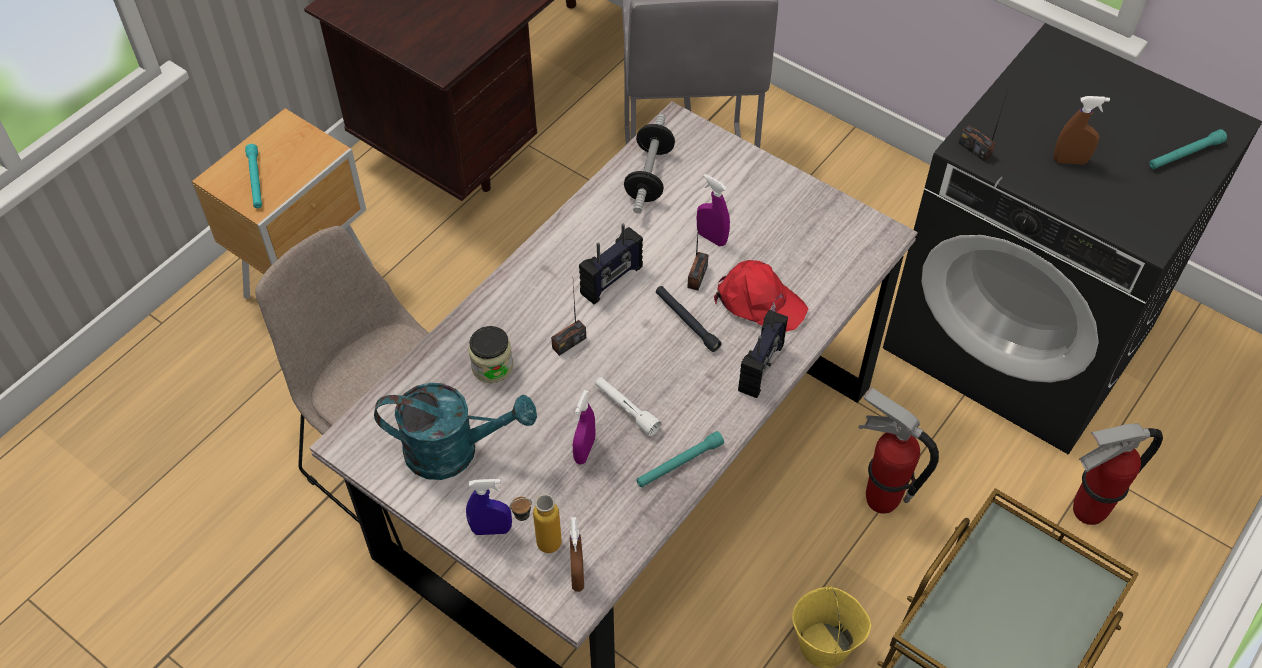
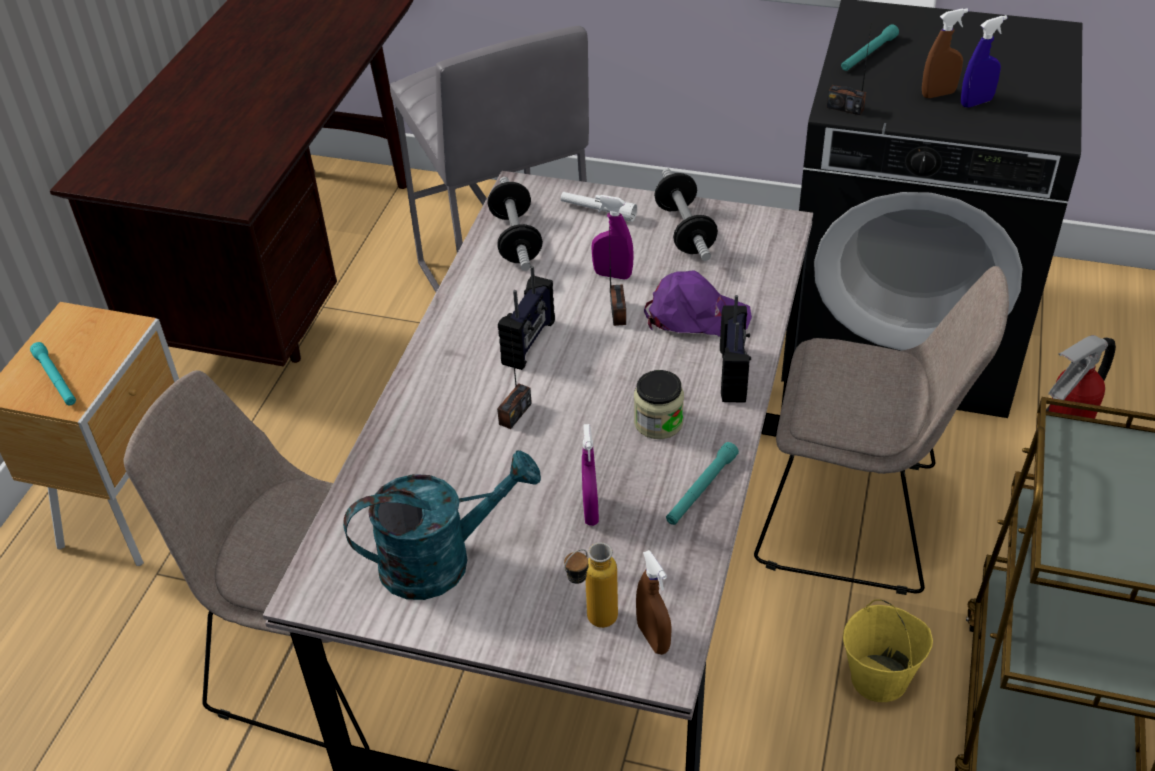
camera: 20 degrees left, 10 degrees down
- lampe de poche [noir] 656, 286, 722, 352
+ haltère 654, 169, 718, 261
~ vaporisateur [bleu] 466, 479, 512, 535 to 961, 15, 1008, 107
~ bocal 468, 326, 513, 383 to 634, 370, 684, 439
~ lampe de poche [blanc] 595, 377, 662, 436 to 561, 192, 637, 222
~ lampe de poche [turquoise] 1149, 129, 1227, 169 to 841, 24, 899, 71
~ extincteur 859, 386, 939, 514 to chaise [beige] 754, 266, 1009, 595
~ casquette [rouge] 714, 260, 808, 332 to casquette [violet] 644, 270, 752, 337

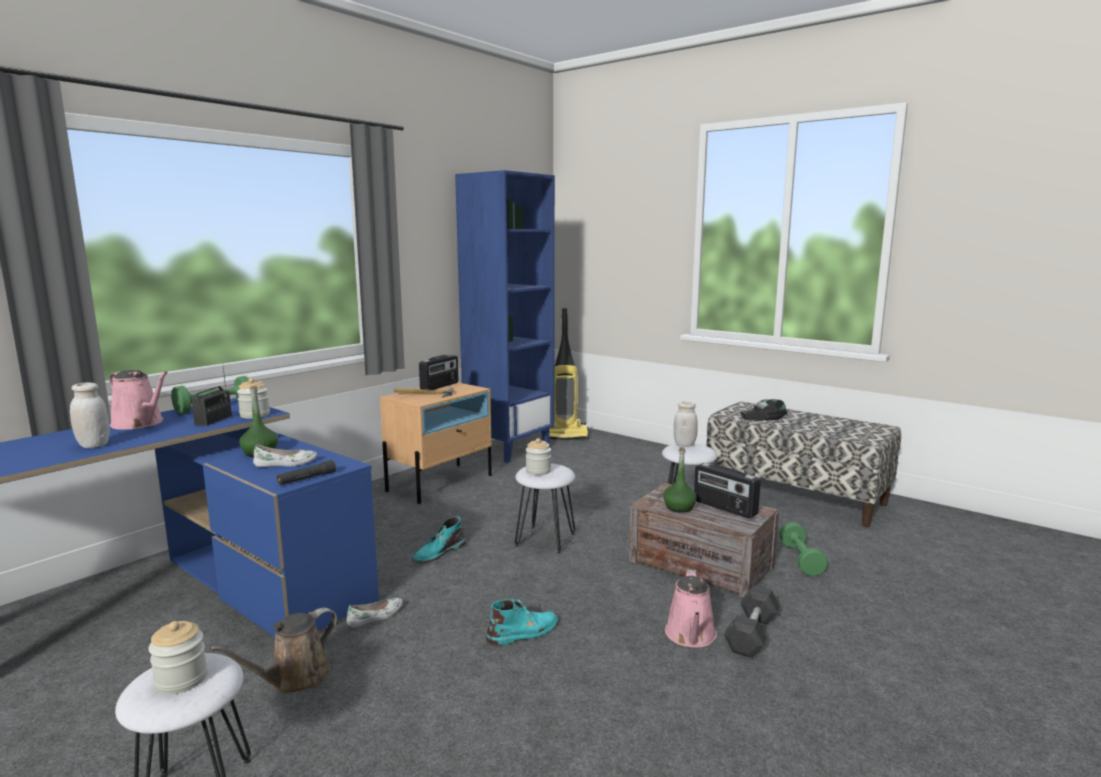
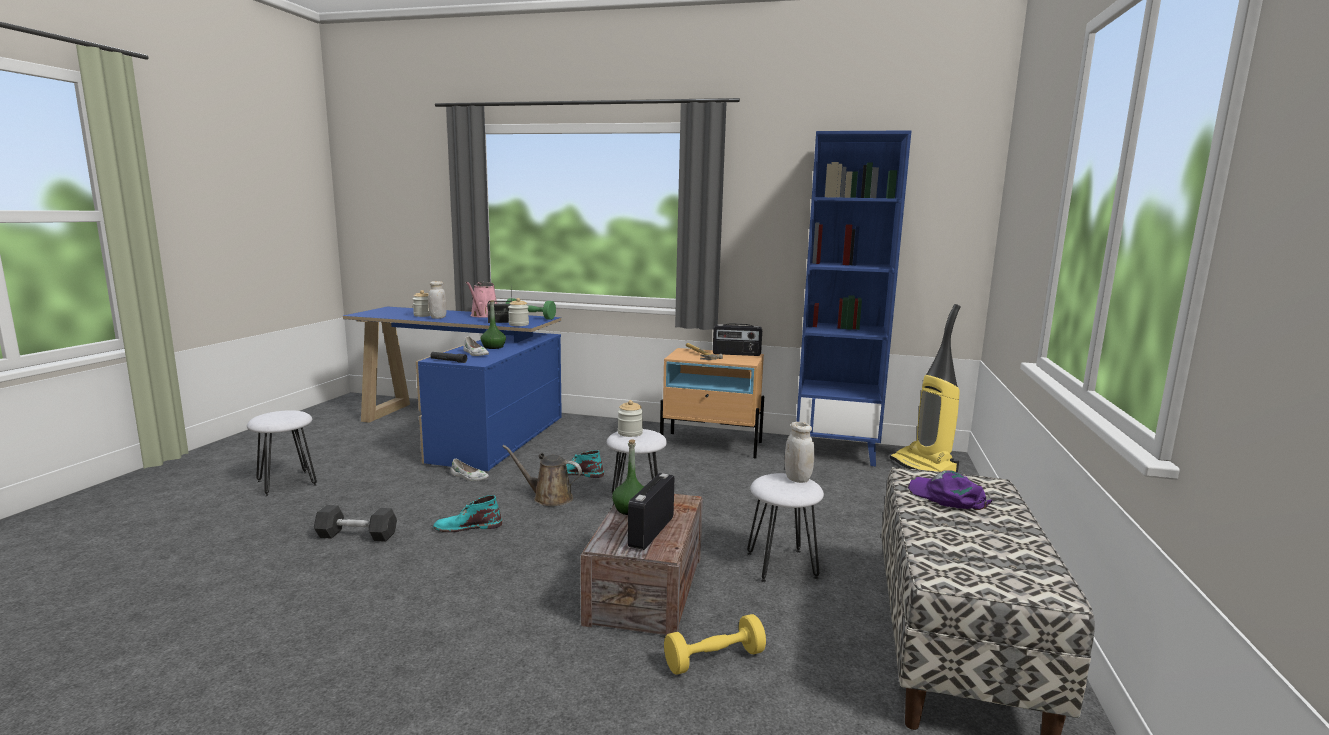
camera: 65 degrees right, 0 degrees up
- arrosoir [rose] 665, 570, 717, 648
~ bocal 148, 621, 208, 694 to 413, 290, 430, 317
~ arrosoir [marron] 209, 608, 337, 694 to 502, 445, 582, 506
~ haltère [gris] 724, 585, 780, 658 to 314, 505, 397, 542
~ casquette [noir] 741, 399, 788, 421 to casquette [violet] 908, 470, 993, 510
~ haltère [vert] 779, 522, 828, 576 to haltère [jaune] 664, 614, 766, 675
~ botte [turquoise] 486, 599, 559, 645 = 433, 495, 502, 532 135 degrees clockwise

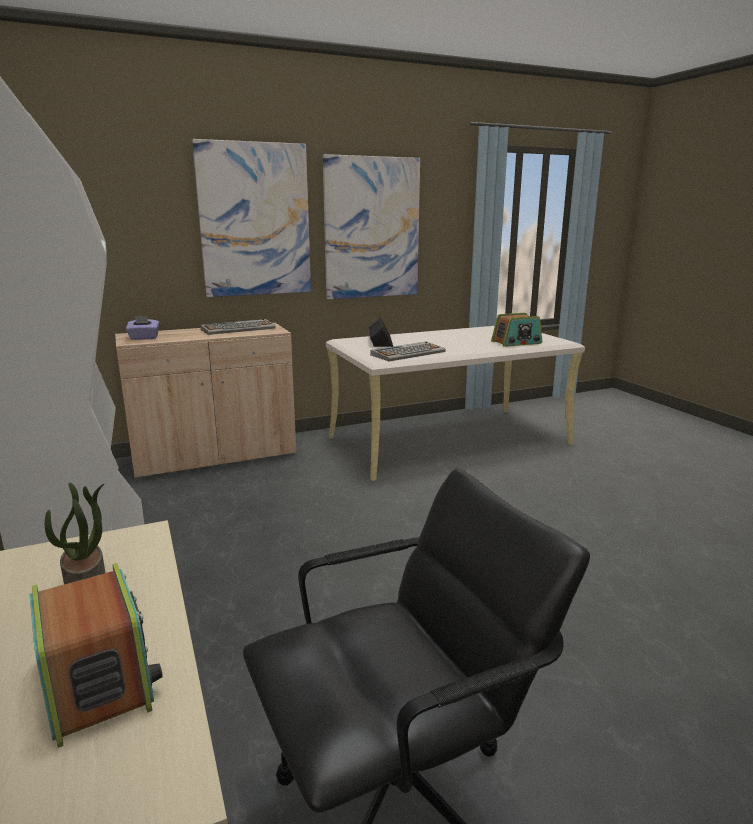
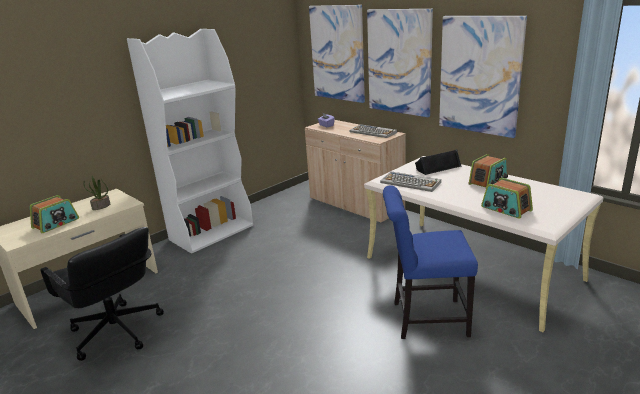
camera: 70 degrees right, 5 degrees up
+ tableau 309, 5, 365, 103
+ chaise [bleu] 383, 185, 478, 339
+ radio 469, 154, 508, 188

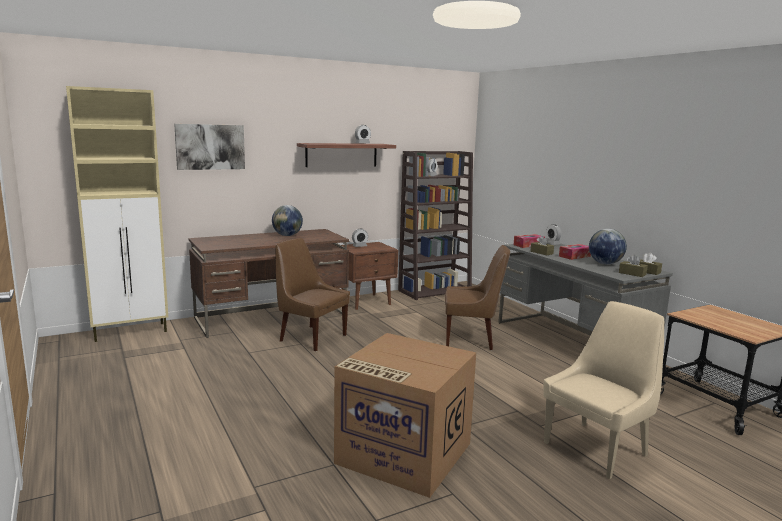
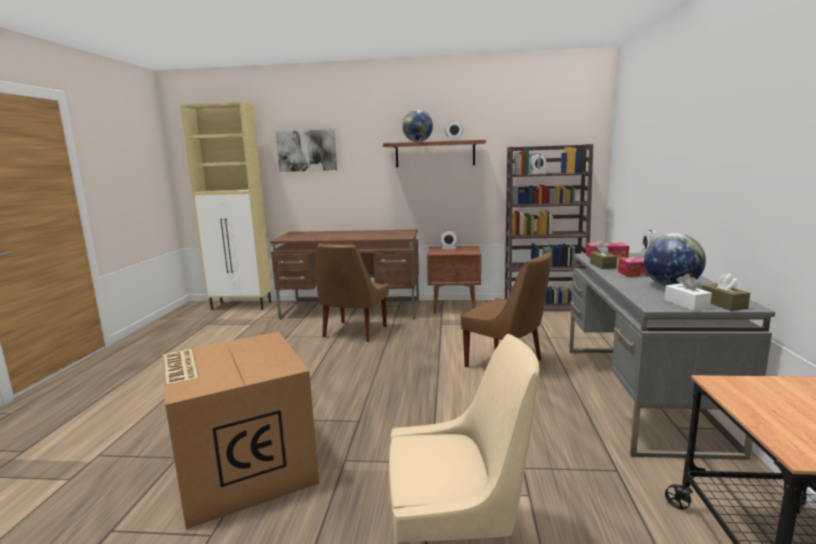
camera: 35 degrees right, 0 degrees up
~ globe 272, 205, 303, 236 to 402, 110, 433, 142
~ boîte à mouchoirs [marron] 619, 255, 648, 277 to boîte à mouchoirs [blanc] 664, 274, 712, 311
~ chaise [marron] 275, 238, 350, 351 = 317, 244, 389, 342 135 degrees counterclockwise

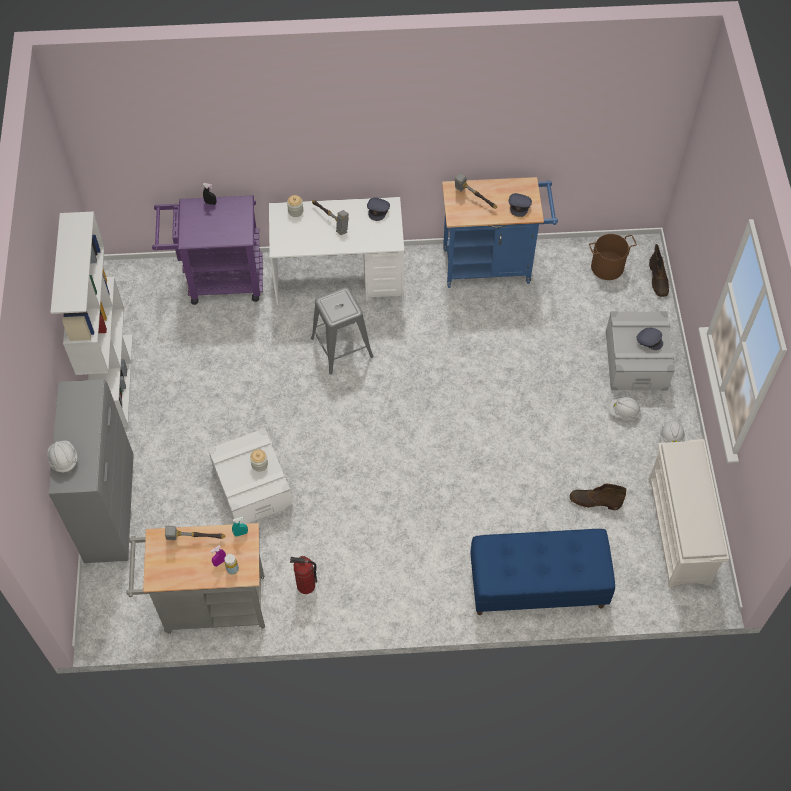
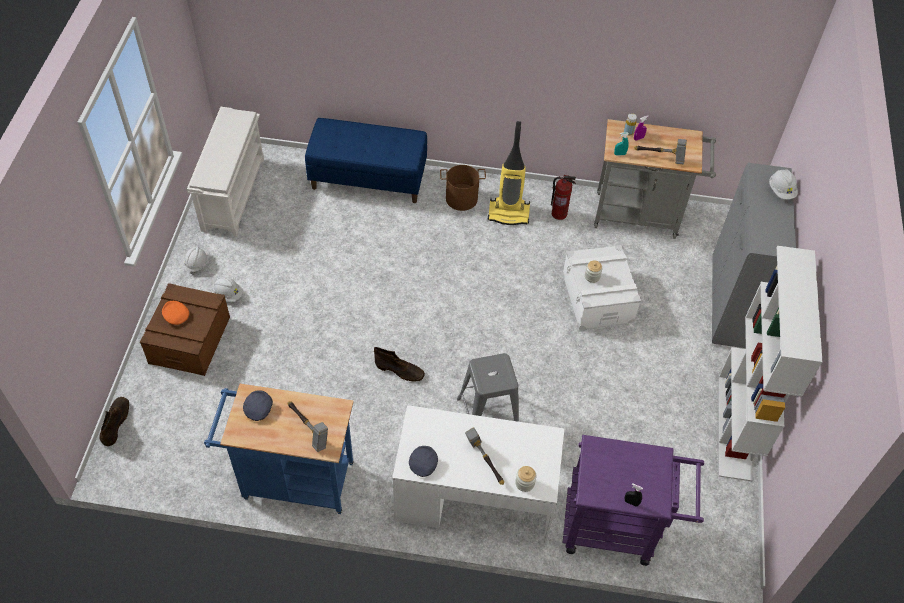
camera: 170 degrees left, 5 degrees down
+ aspirateur 488, 121, 530, 225
~ botte [marron] 570, 484, 626, 510 to 374, 347, 425, 382
~ seau [marron] 589, 234, 637, 280 to 440, 165, 486, 211
~ boîte de rangement [gris] 606, 311, 675, 391 to boîte de rangement [marron] 140, 283, 230, 376
~ casquette [gris] 637, 328, 663, 350 to casquette [orange] 162, 301, 189, 325

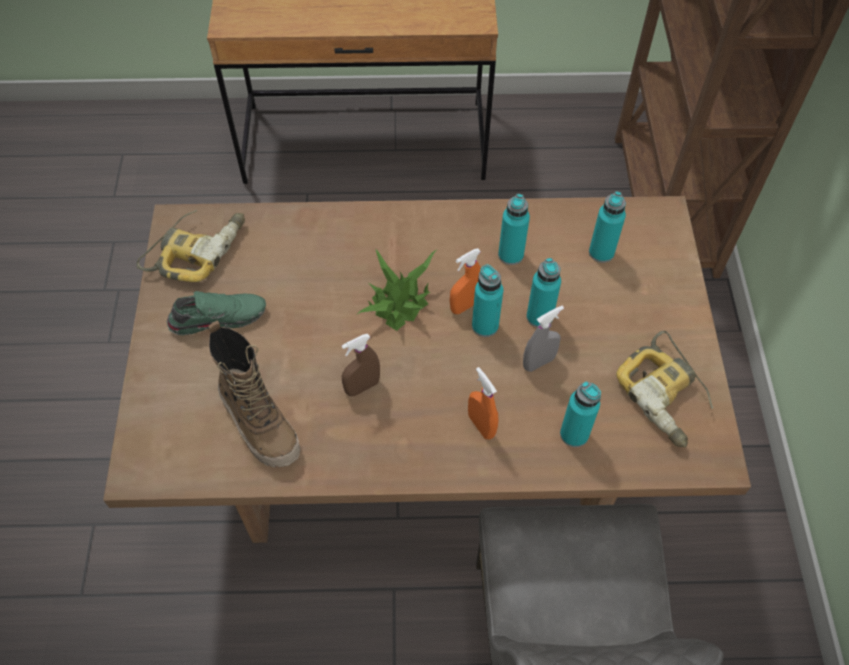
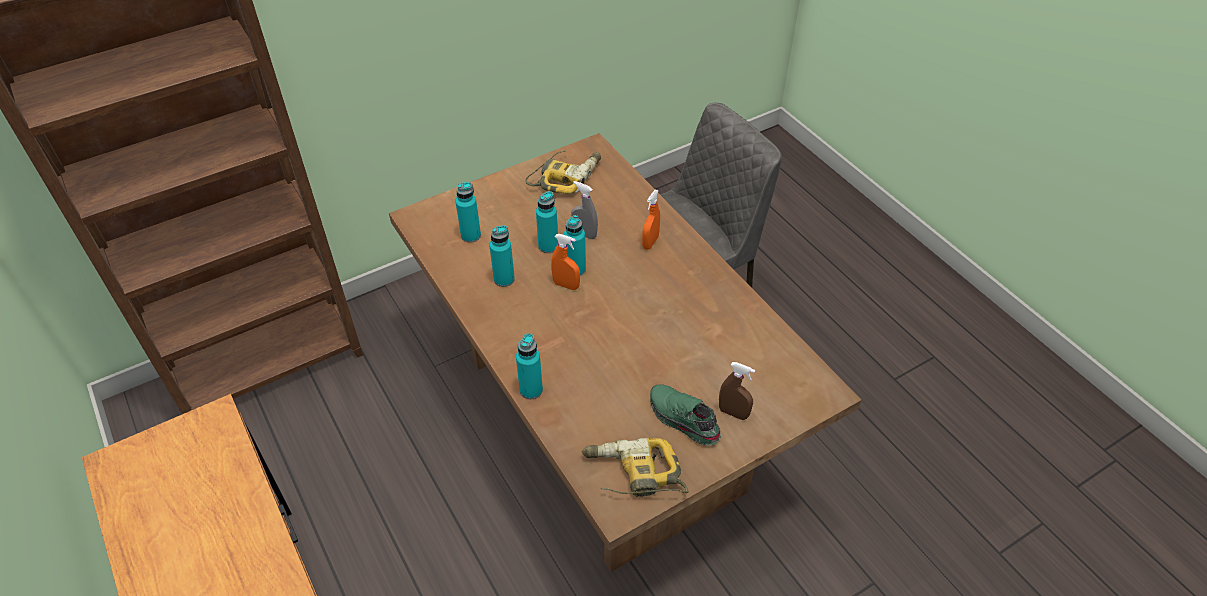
camera: 120 degrees left, 10 degrees down
- botte 208, 320, 300, 468
- plante en pot 358, 248, 436, 331
~ vaporisateur [marron] 342, 334, 380, 397 to 719, 362, 755, 420
~ bouteille [turquoise] 560, 381, 601, 447 to 516, 334, 543, 399

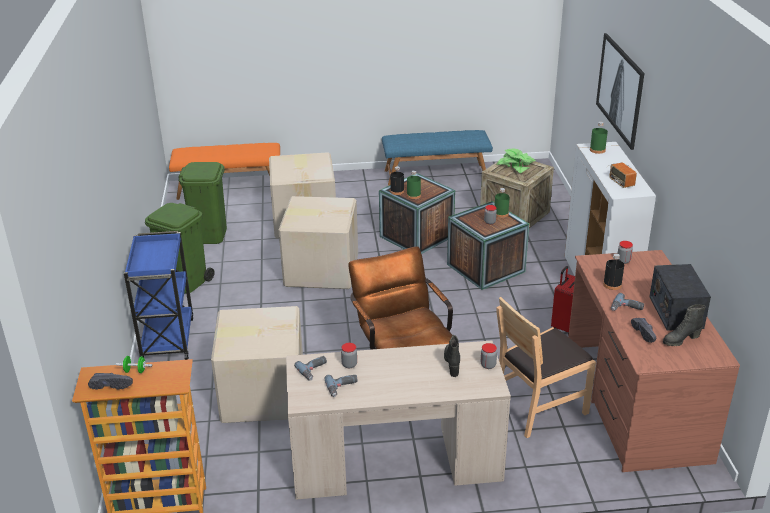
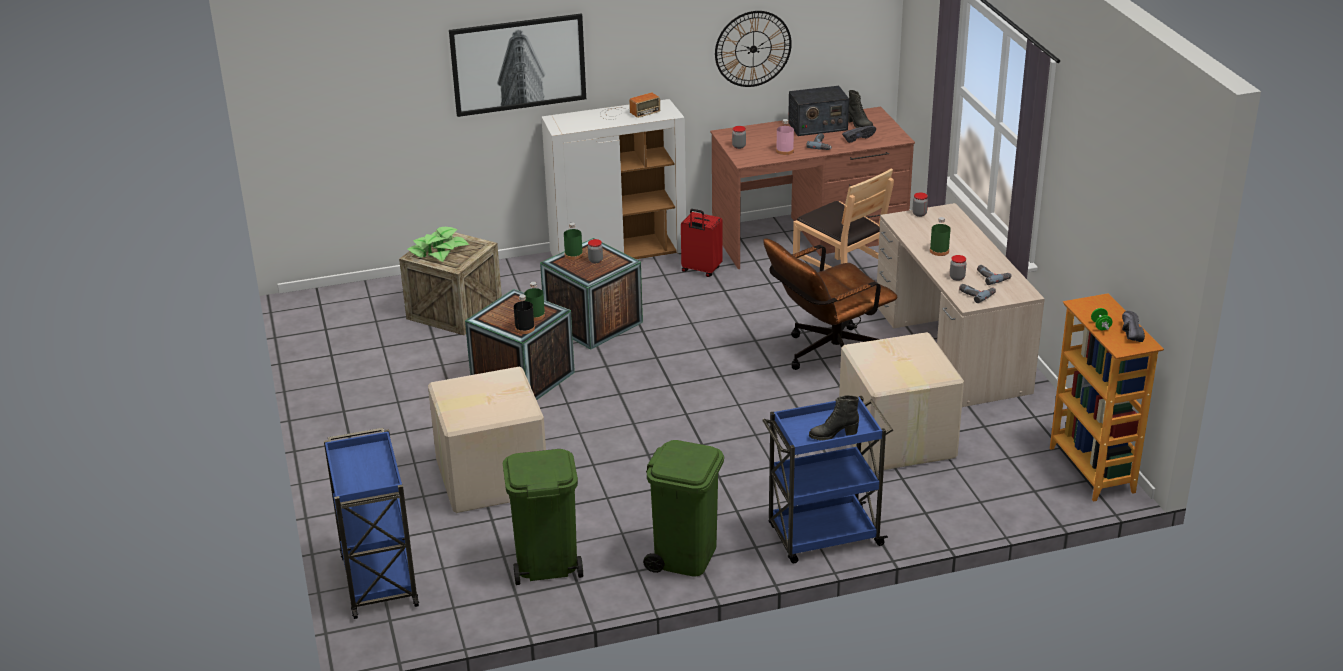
camera: 100 degrees left, 0 degrees up
- carton 279, 196, 358, 289
- banc [bleu] 382, 130, 493, 186
+ horloge murale 715, 11, 792, 87
~ botte [noir] 444, 335, 460, 377 to 809, 395, 859, 441
~ bouteille [vert] 590, 122, 608, 154 to 930, 217, 951, 256
~ banc [orange] 169, 143, 280, 200 to chariot [bleu] 324, 428, 419, 619
~ bouteille [noir] 603, 254, 624, 290 to bouteille [rose] 776, 119, 794, 155

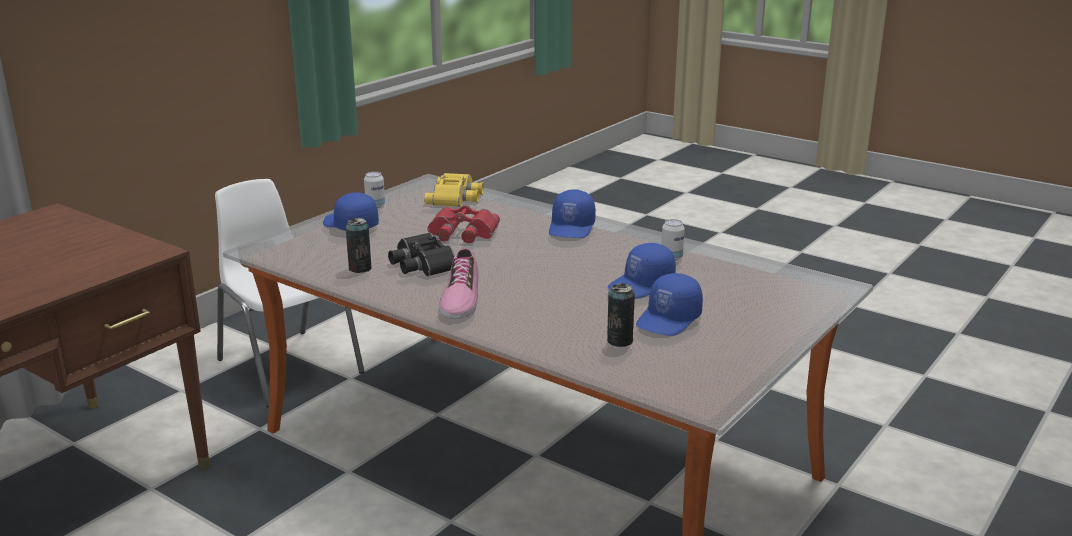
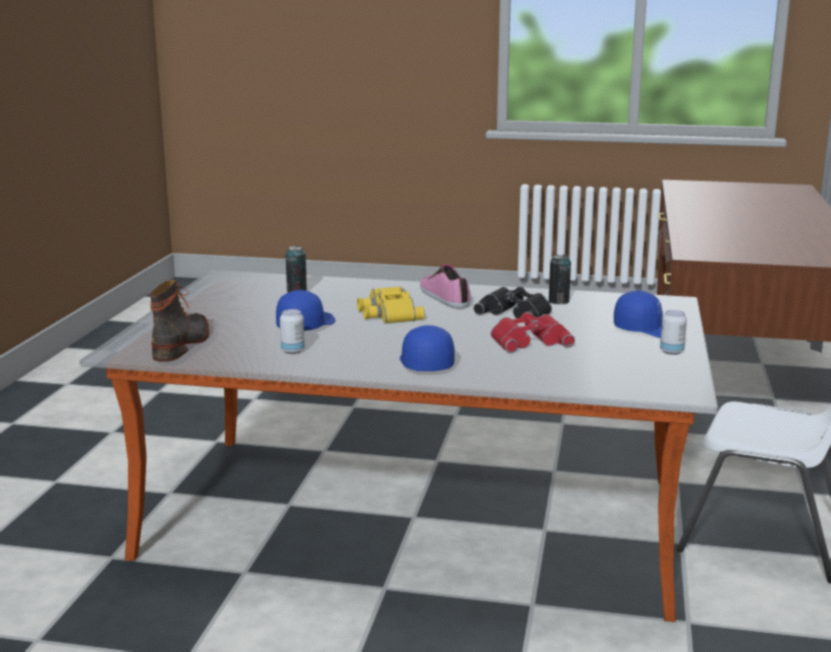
camera: 155 degrees right, 5 degrees down
- casquette [bleu] 636, 273, 703, 336
+ botte 150, 280, 209, 362
~ jumelles [jaune] 424, 173, 484, 207 to 357, 287, 425, 323

